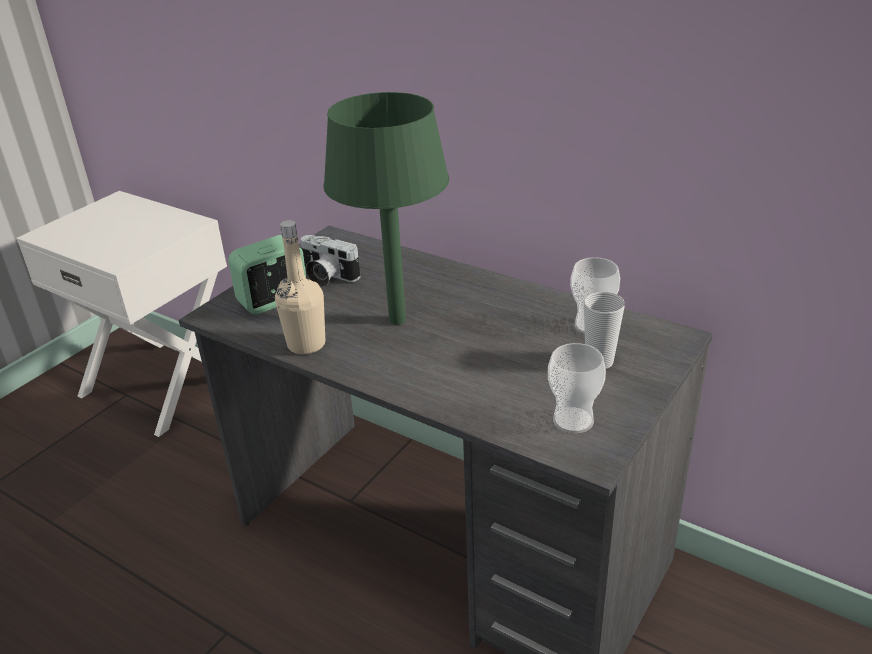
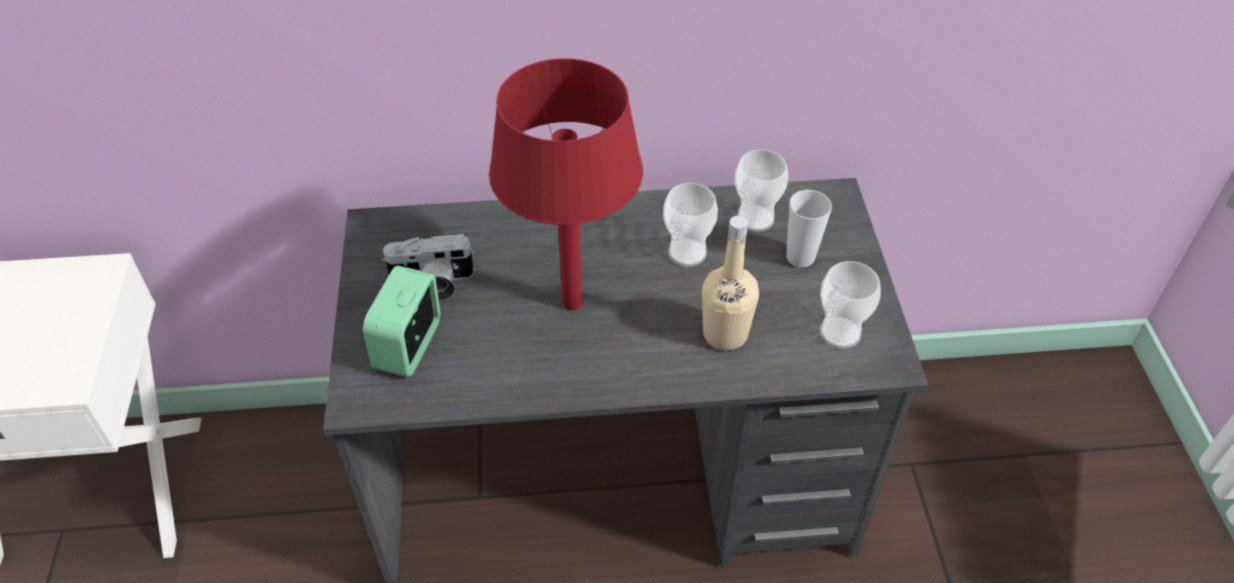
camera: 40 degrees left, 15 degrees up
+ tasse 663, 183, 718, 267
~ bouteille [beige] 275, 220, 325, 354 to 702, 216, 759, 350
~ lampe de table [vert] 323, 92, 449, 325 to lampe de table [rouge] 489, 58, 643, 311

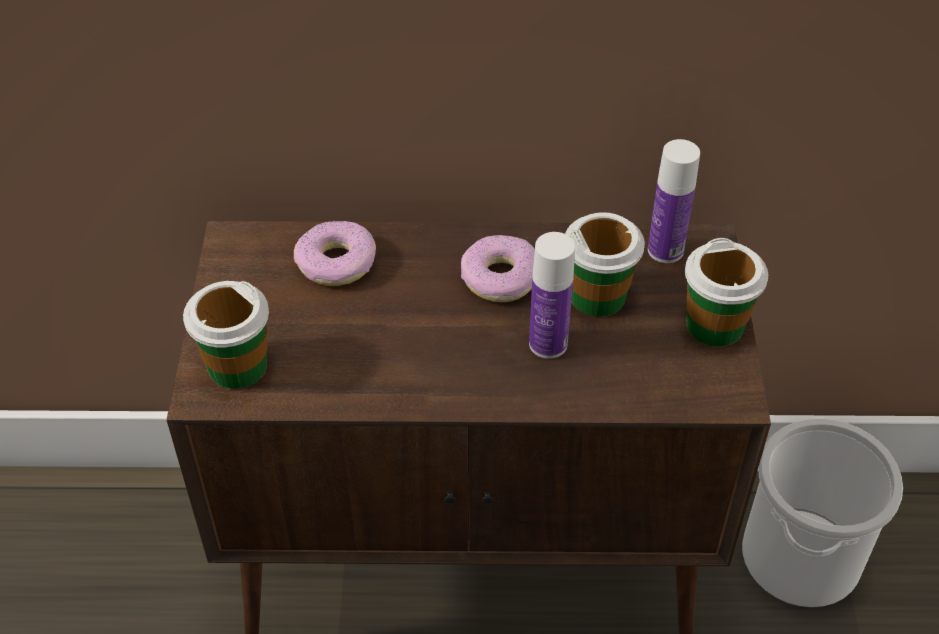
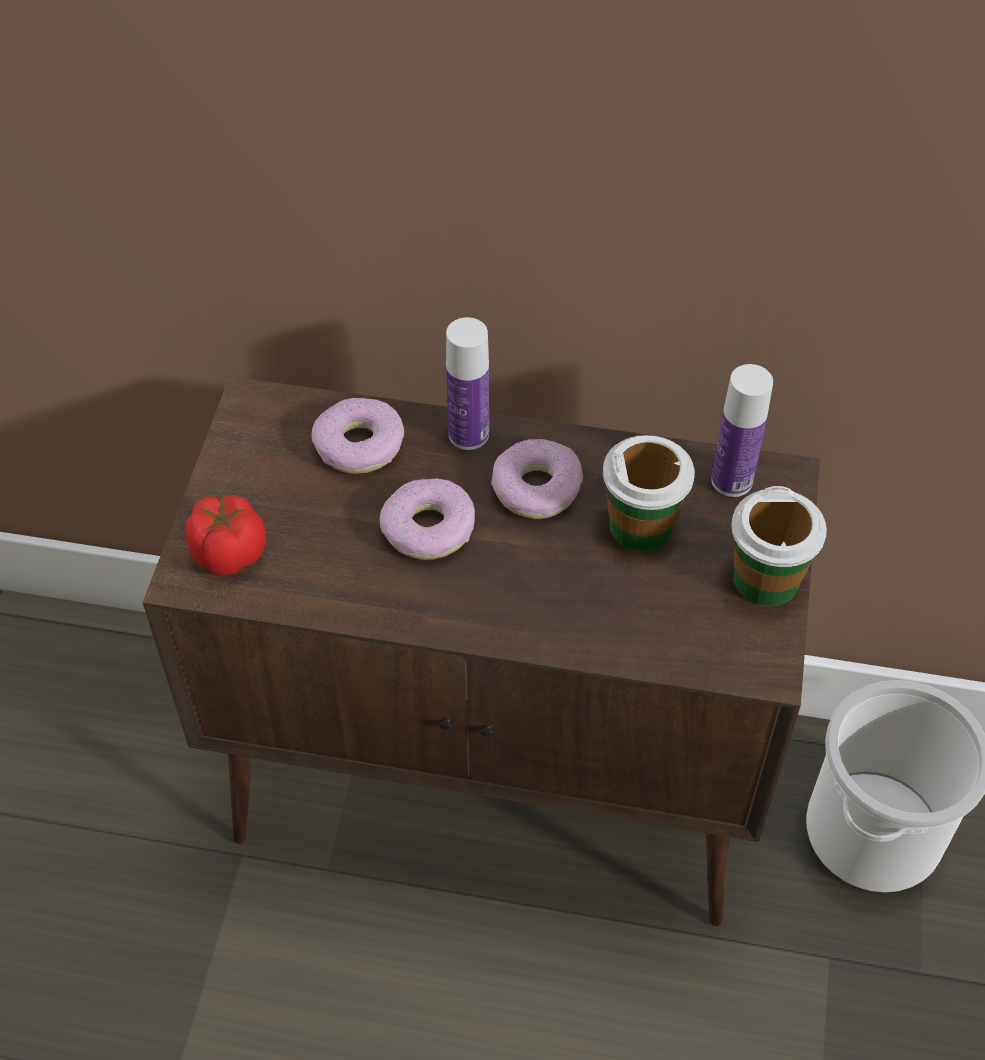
camera: 10 degrees right, 5 degrees up
+ beignet 380, 478, 475, 560
~ bouteille 529, 232, 575, 359 to 446, 317, 489, 450
~ tasse 183, 281, 269, 389 to tomate 186, 495, 266, 576

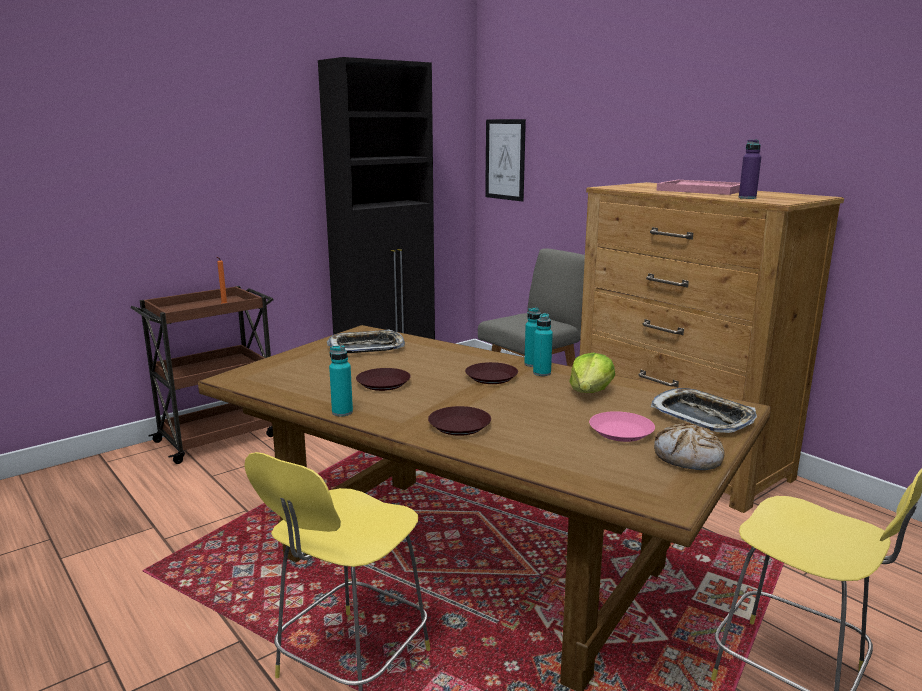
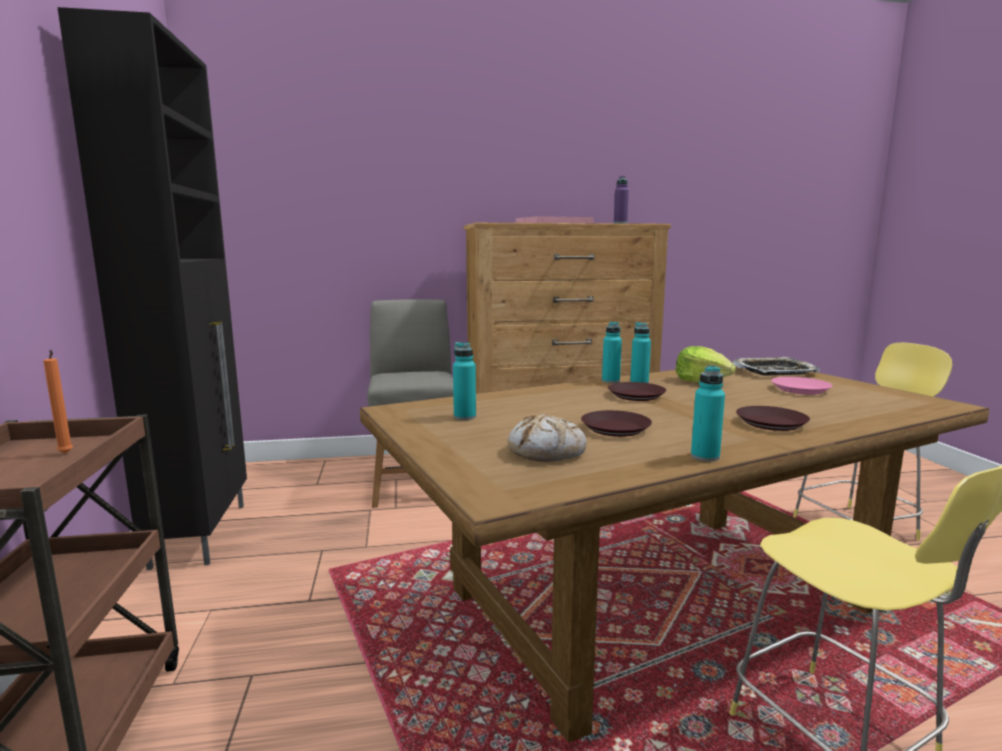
camera: 60 degrees left, 5 degrees down
- tableau 485, 119, 526, 201
~ pain 654, 423, 725, 470 to 507, 414, 587, 462
~ plateau 327, 329, 405, 353 to bouteille [turquoise] 453, 342, 476, 420

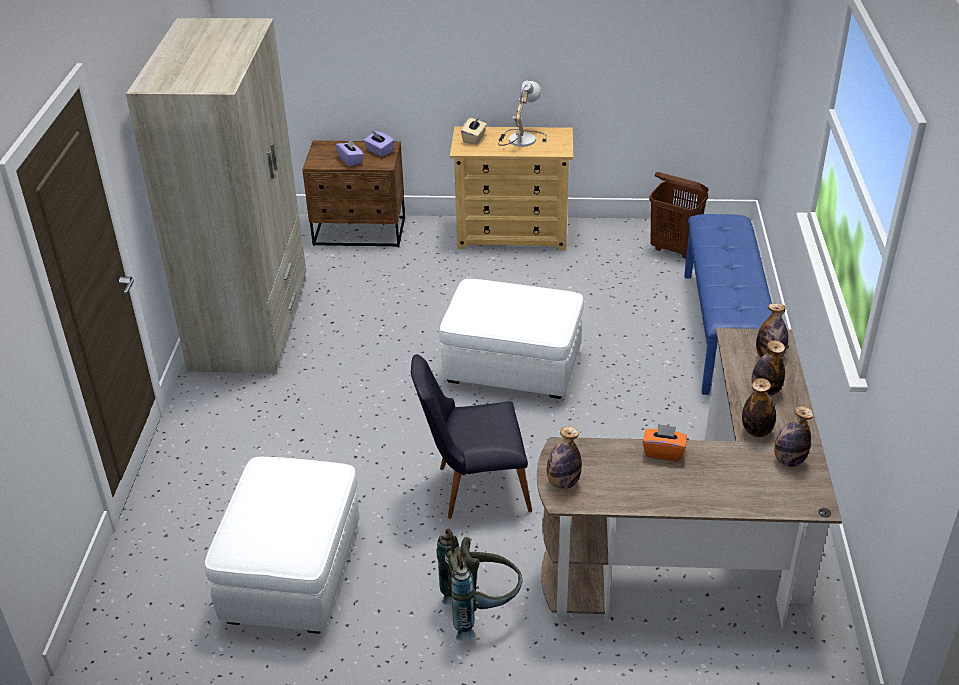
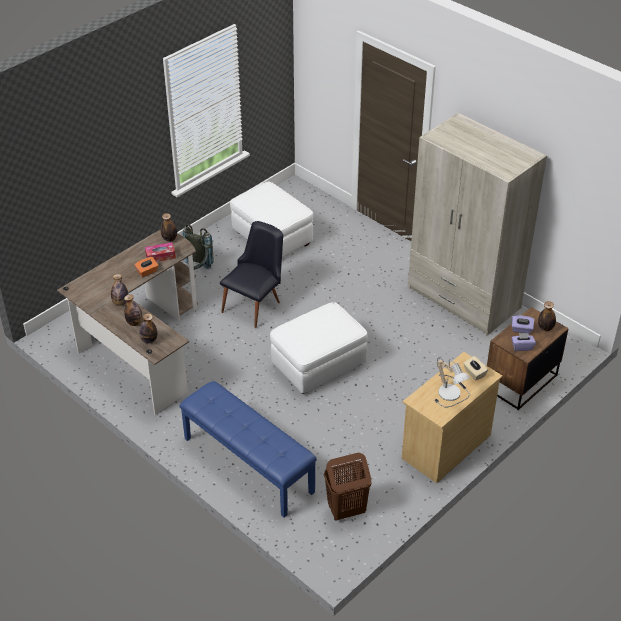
camera: 130 degrees right, 5 degrees up
+ boîte à mouchoirs 145, 242, 176, 262
~ bouteille 774, 406, 813, 467 to 538, 301, 556, 331

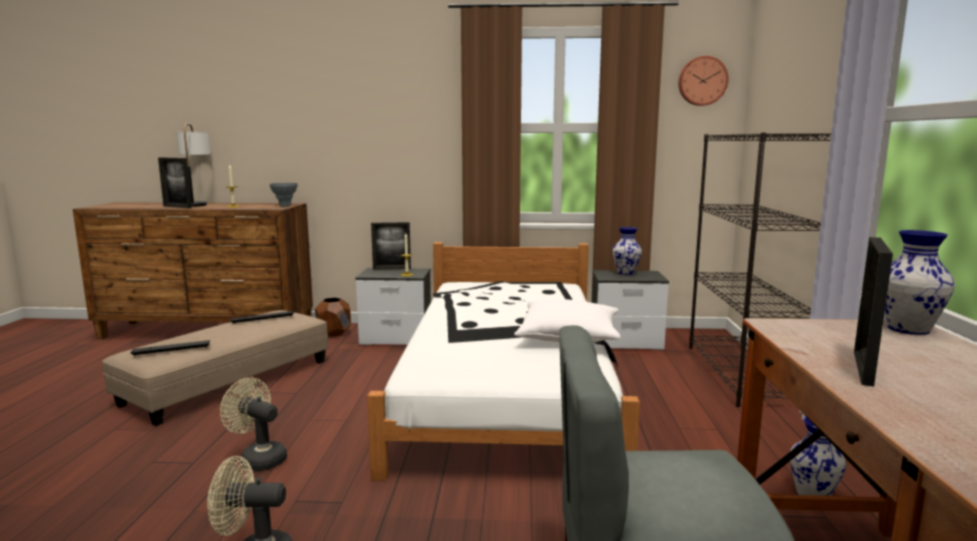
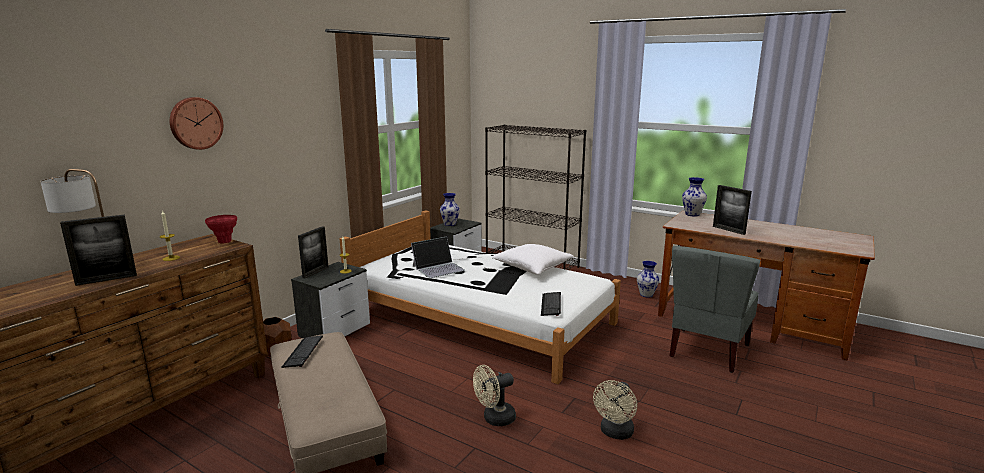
camera: 60 degrees left, 5 degrees up
+ ordinateur portable 411, 237, 465, 278
~ clavier 130, 340, 210, 357 to 541, 292, 561, 316
~ horloge murale 678, 56, 729, 106 to 170, 97, 223, 150
~ vase [gris] 270, 183, 298, 207 to vase [rouge] 205, 215, 237, 243

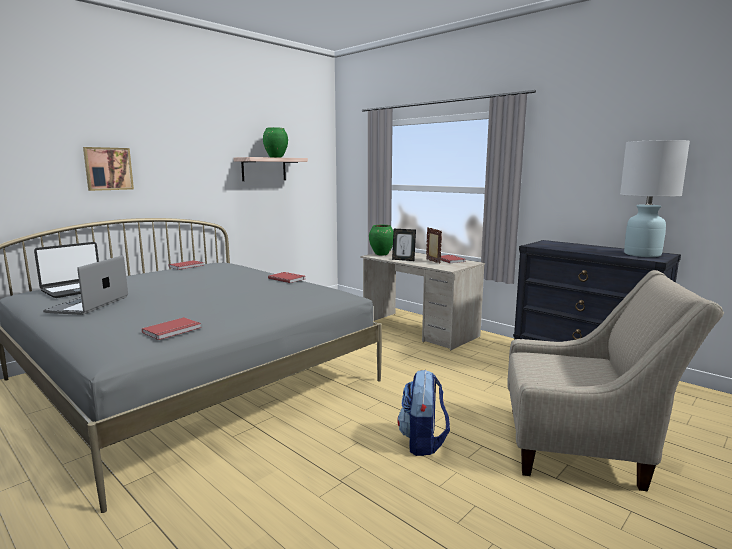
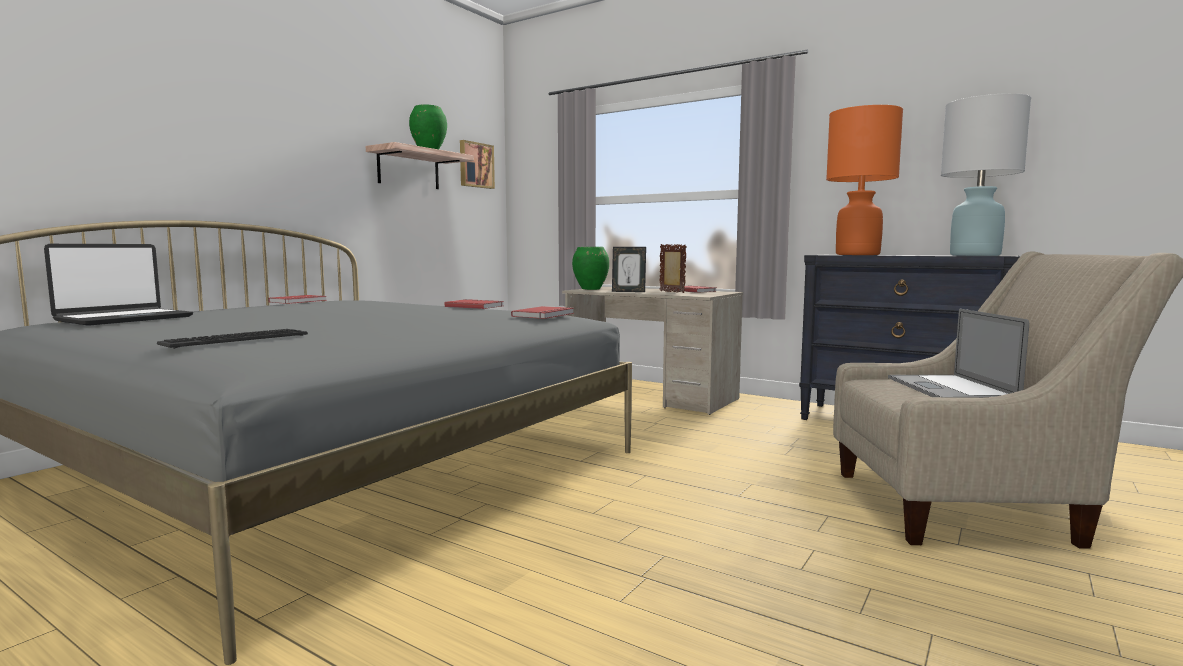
camera: 10 degrees left, 5 degrees down
- sac à dos 397, 370, 450, 456
+ clavier 157, 329, 308, 349
+ lampe de table [orange] 826, 105, 903, 255
~ ordinateur portable 43, 255, 128, 315 to 888, 309, 1029, 398
~ tableau 83, 147, 134, 191 to 460, 140, 495, 189
~ livre [rouge] 142, 317, 201, 340 to 511, 306, 574, 319

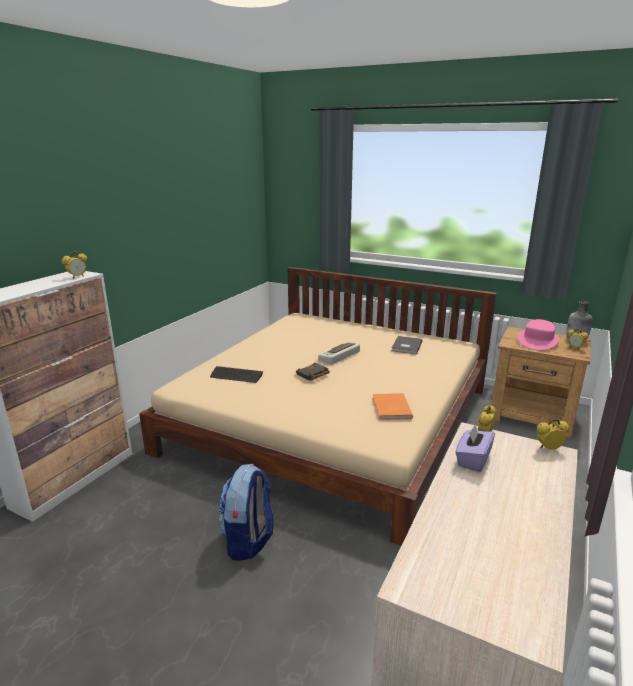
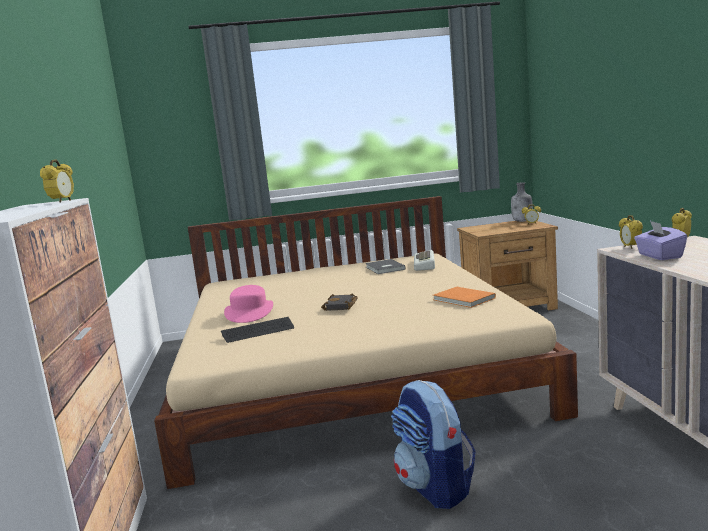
camera: 35 degrees left, 10 degrees down
~ clavier 318, 342, 360, 365 to 414, 250, 435, 271
~ chapeau [rose] 518, 319, 559, 350 to 224, 285, 273, 323

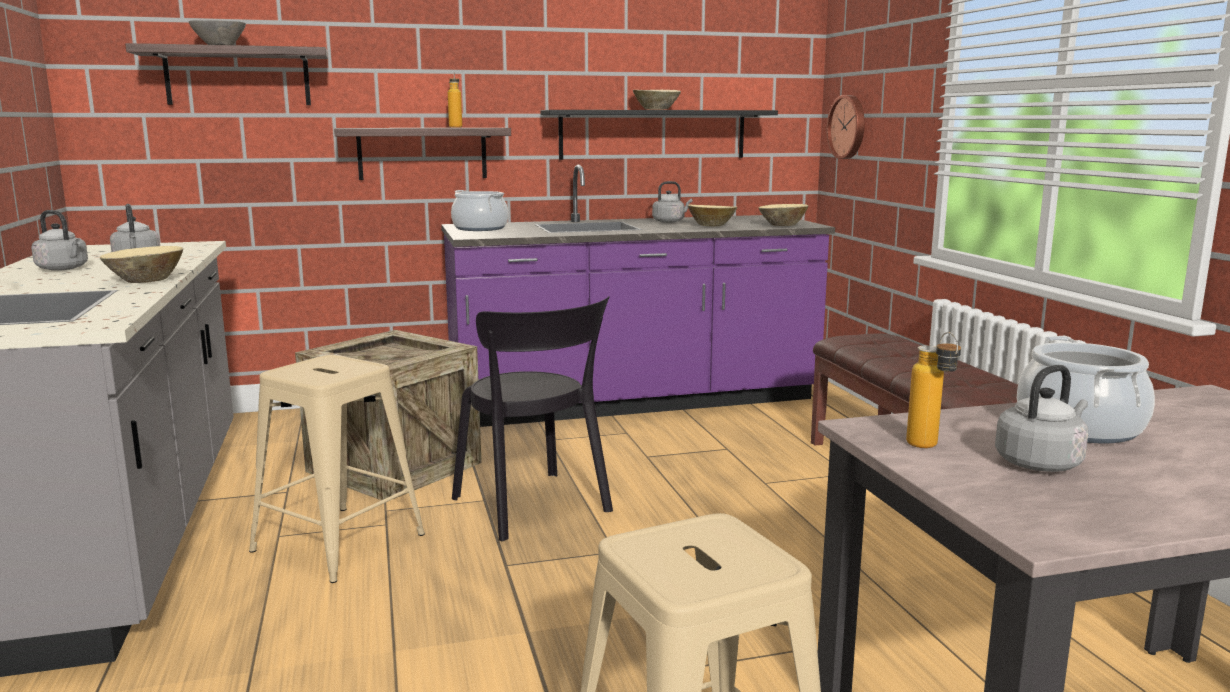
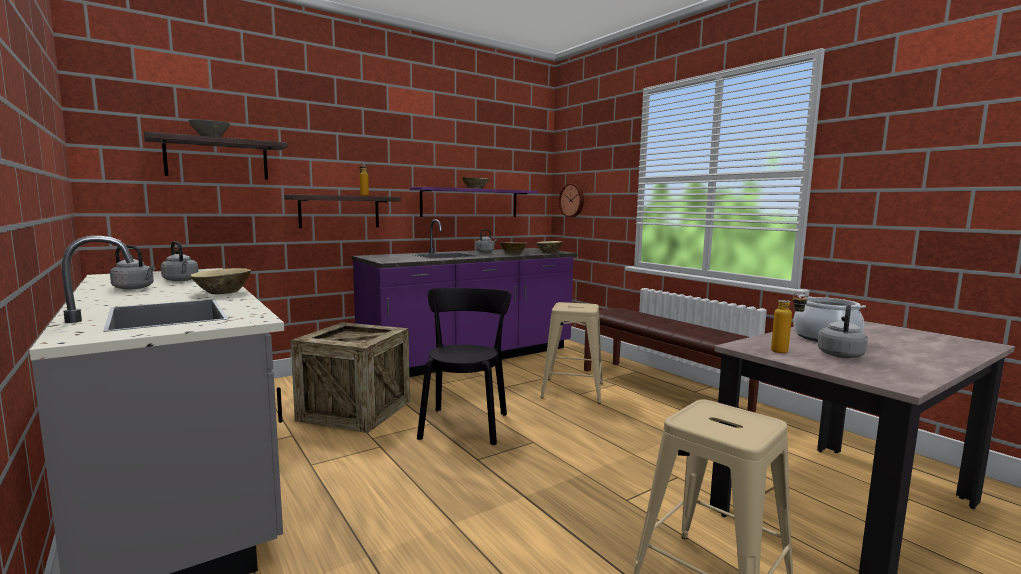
camera: 20 degrees left, 5 degrees down
- marmite 451, 190, 508, 231
~ tabouret [beige] 249, 355, 425, 583 to 540, 302, 603, 404
~ étagère [noir] 540, 110, 778, 160 to étagère [violet] 410, 187, 538, 217
~ chaise [noir] 452, 296, 613, 541 = 417, 288, 511, 445 120 degrees counterclockwise

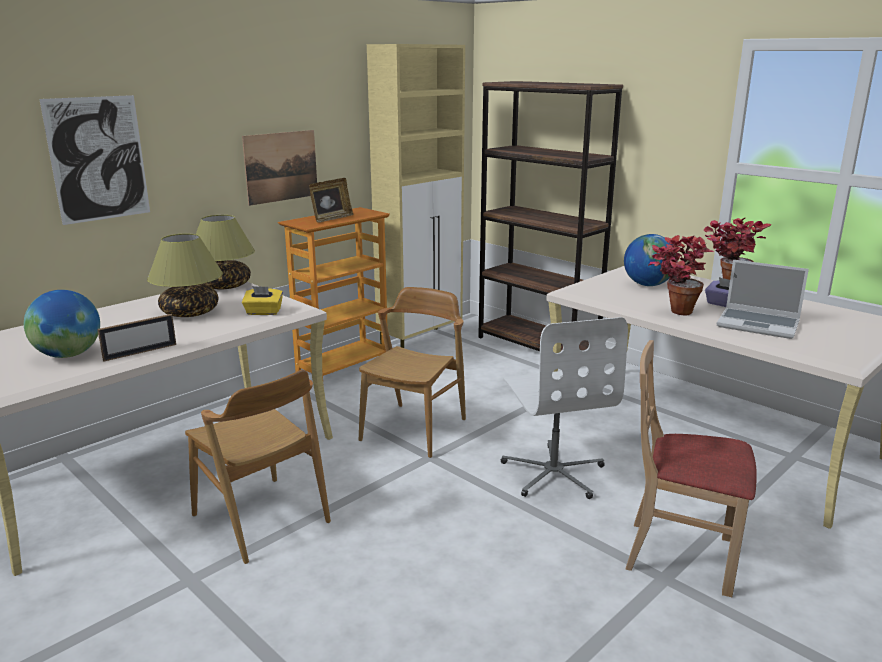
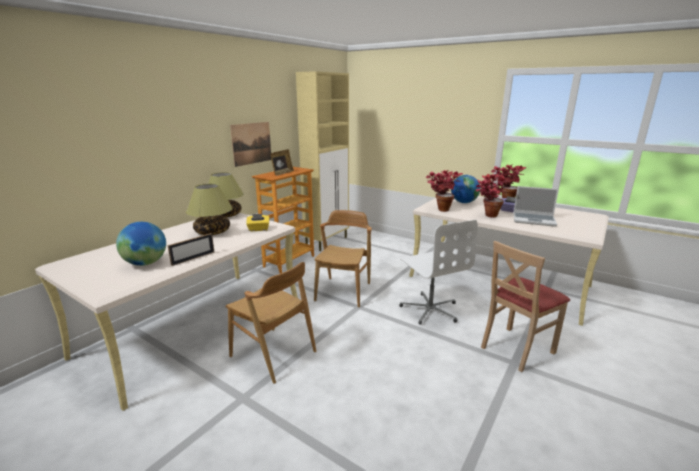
camera: 10 degrees left, 0 degrees up
- tableau 39, 95, 150, 225
- bibliothèque [marron] 478, 81, 623, 351
+ plante en pot 426, 170, 463, 212
~ chaise [beige] 626, 340, 757, 597 = 481, 241, 570, 372 45 degrees counterclockwise

